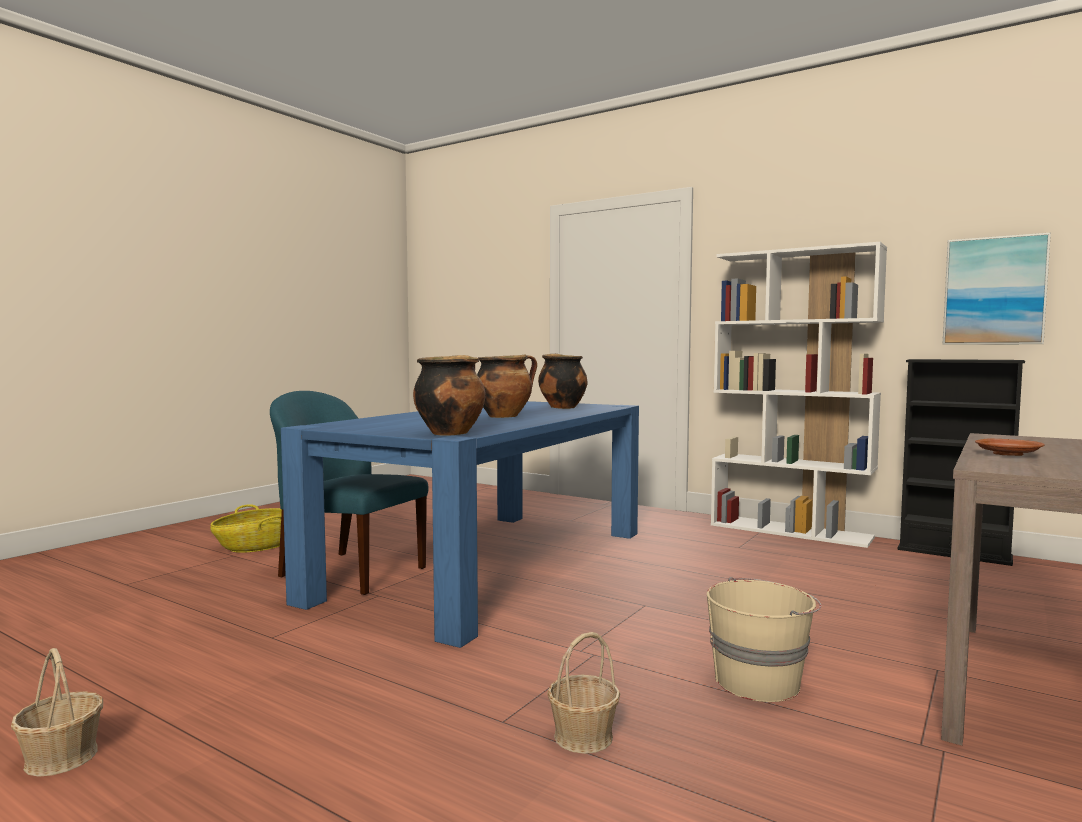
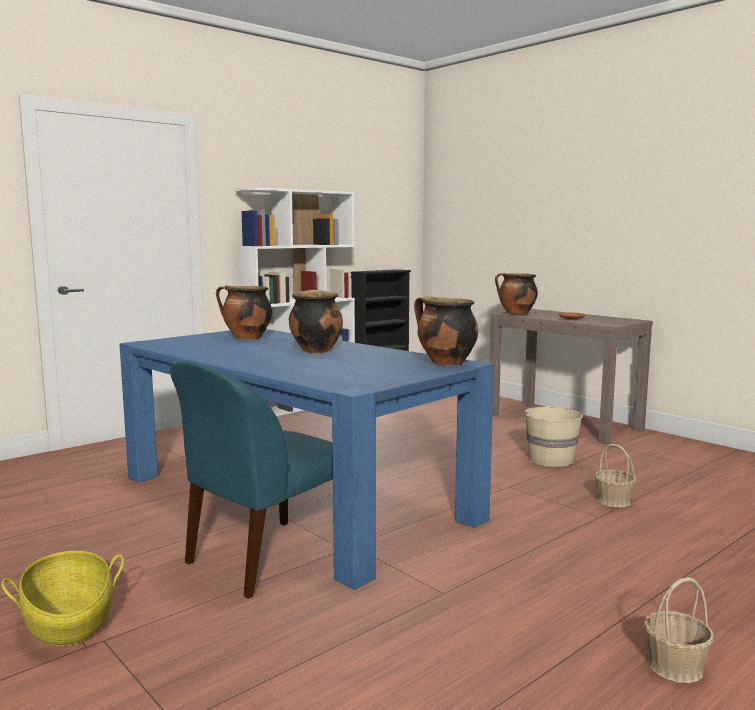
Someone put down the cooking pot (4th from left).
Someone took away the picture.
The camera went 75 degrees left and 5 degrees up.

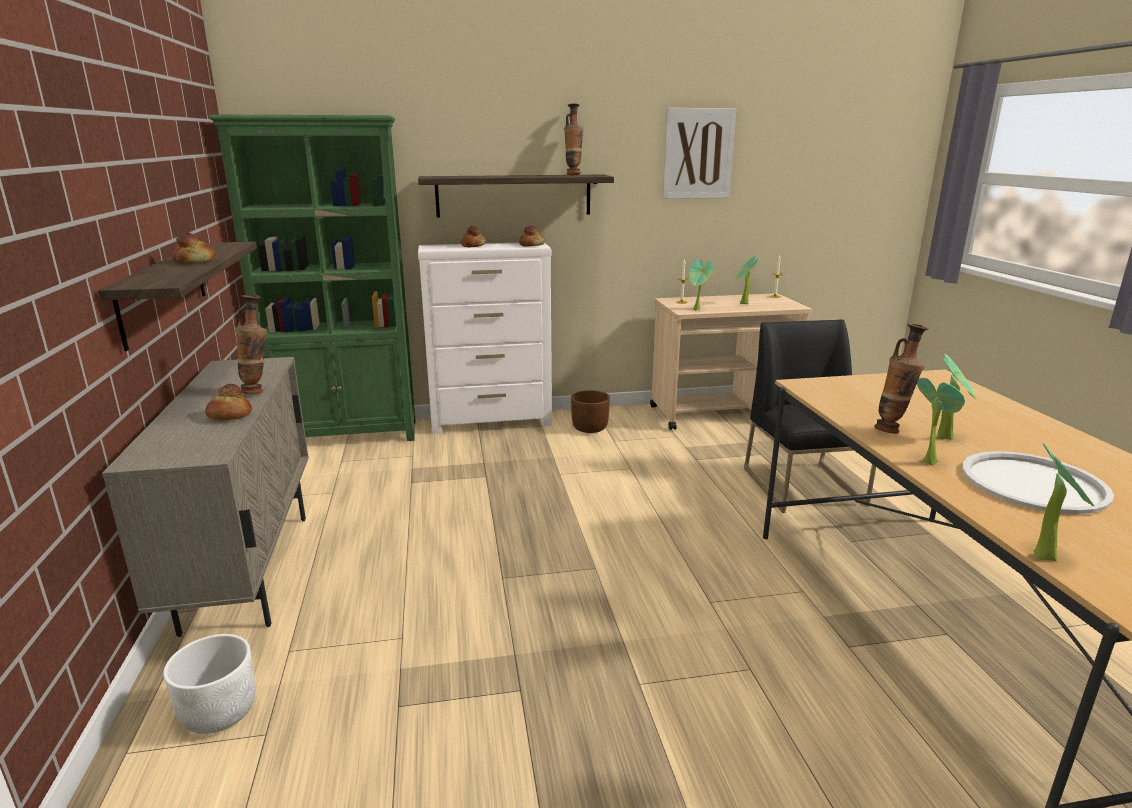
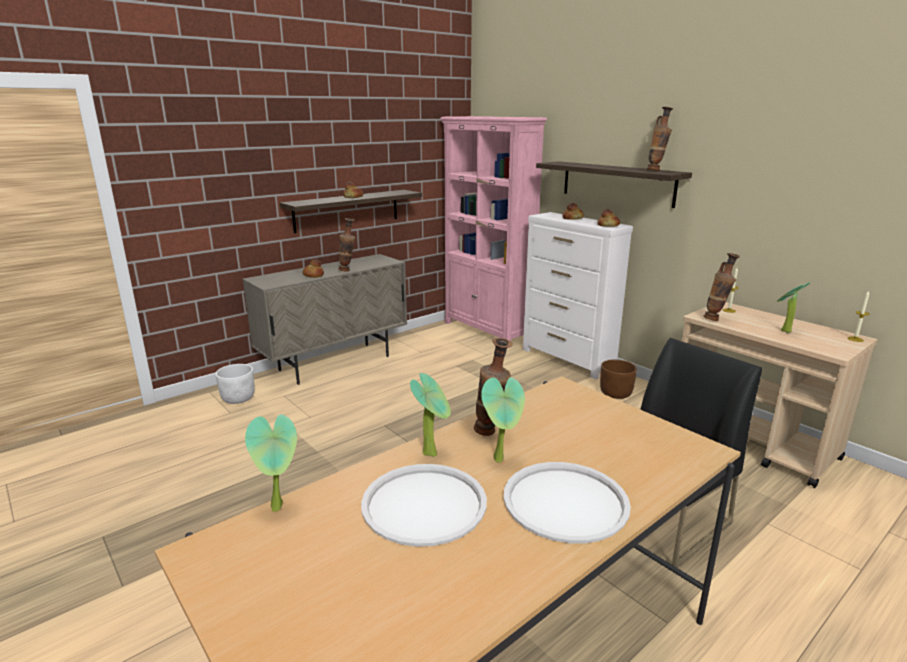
Someone repainted the green bookcase, which became the pink bookcase.
Someone put down the white tray (2nd from left).
Someone swapped the potted plant (1st from left) for the vase (4th from left).
Someone took away the picture.
The camera went 60 degrees right and 0 degrees up.

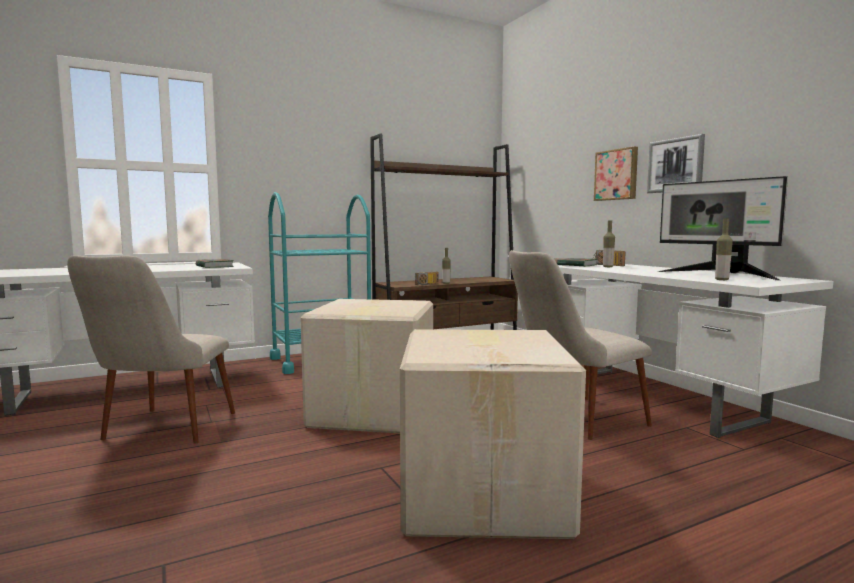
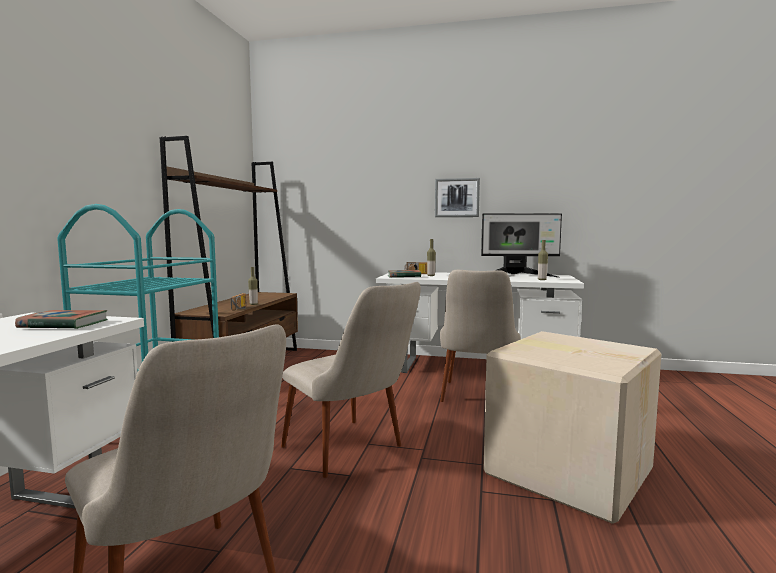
Someone swapped the cardboard box (1st from left) for the beige chair (2nd from left).
Someone took away the picture (1st from left).
The camera went 50 degrees left and 0 degrees up.

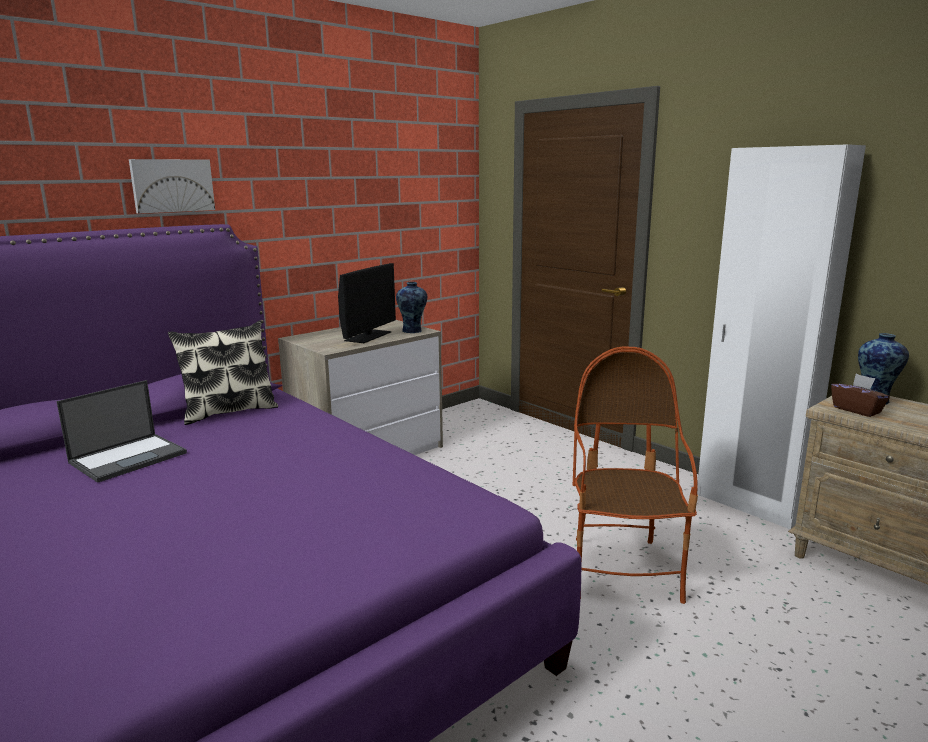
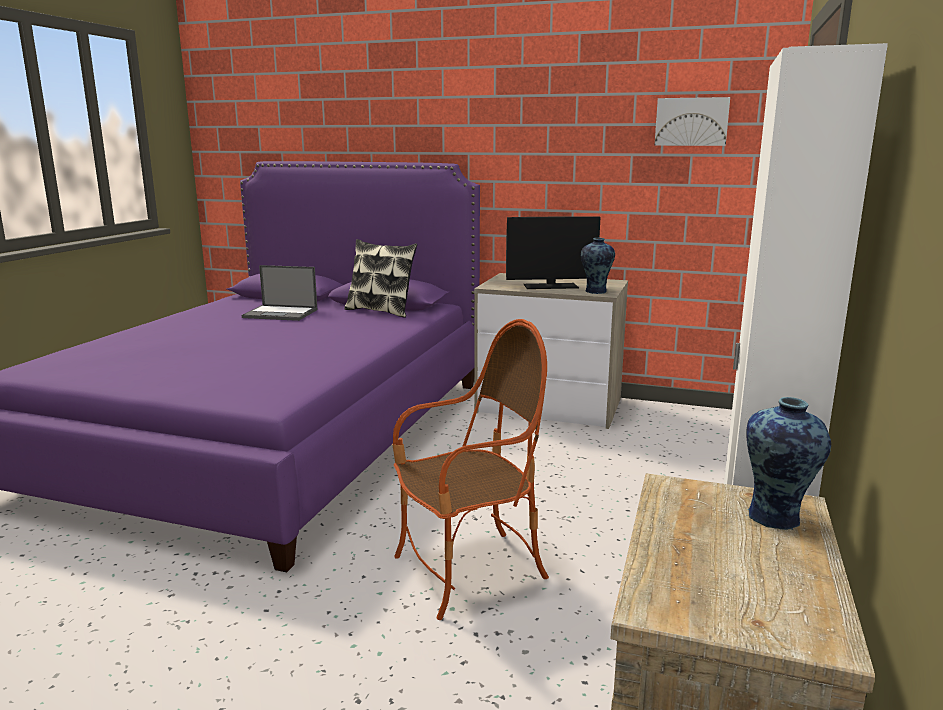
Someone carried the picture.
Someone took away the brown tissue box.
The camera went 60 degrees right and 0 degrees up.

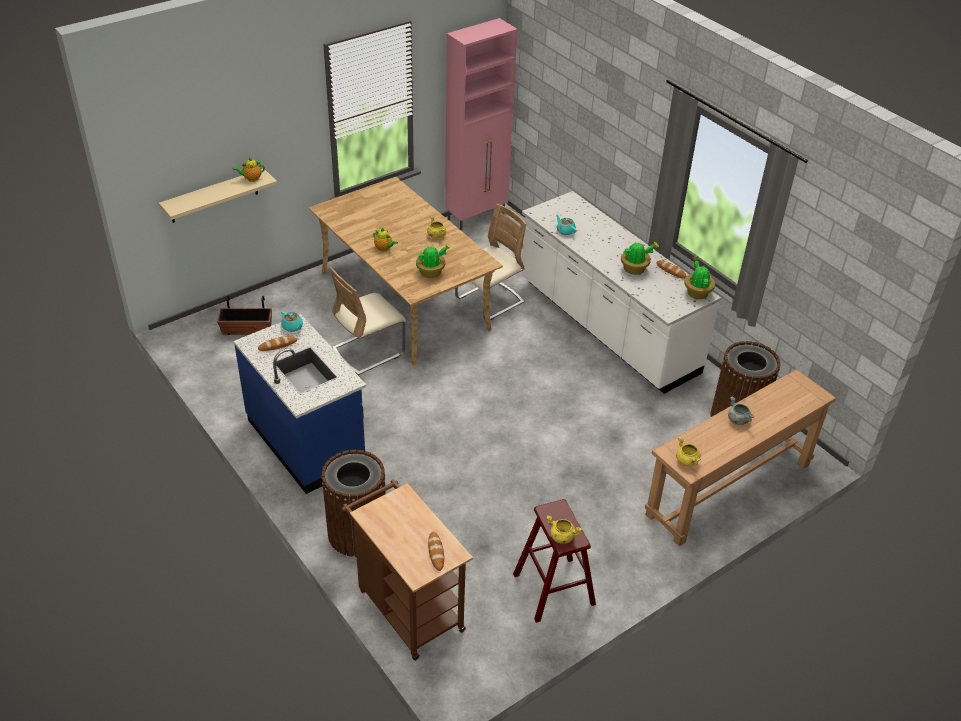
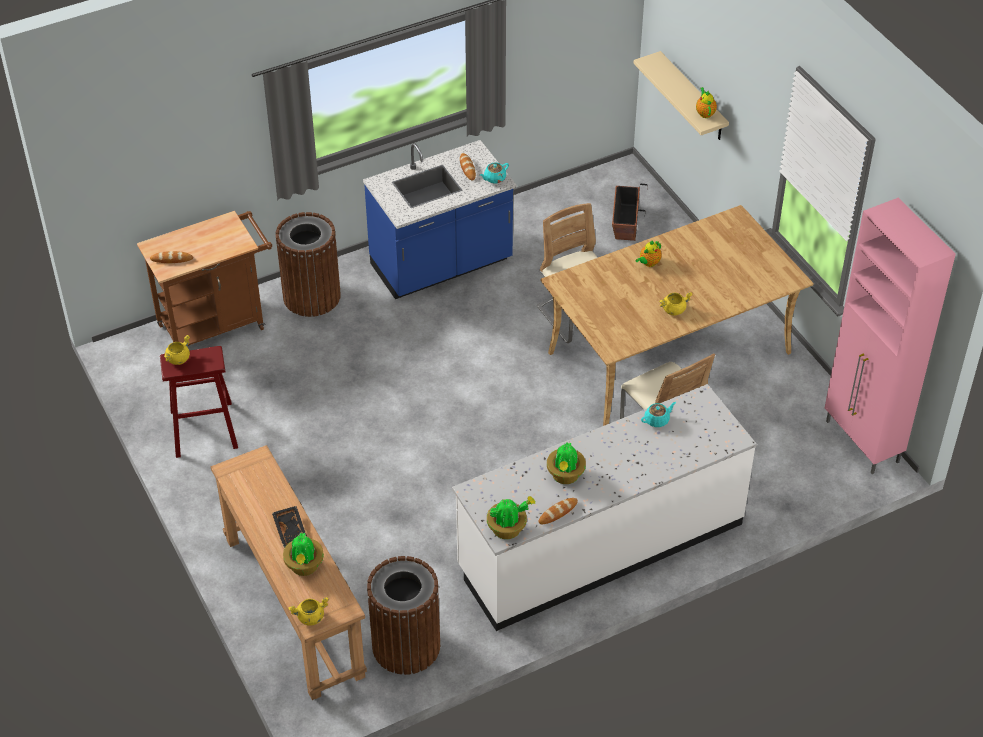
Someone swapped the grey cooking pot for the black tray.
Someone carried the potted plant (1st from left).
Someone carried the yellow cooking pot (3rd from left in the first image).
The camera went 100 degrees right and 5 degrees up.

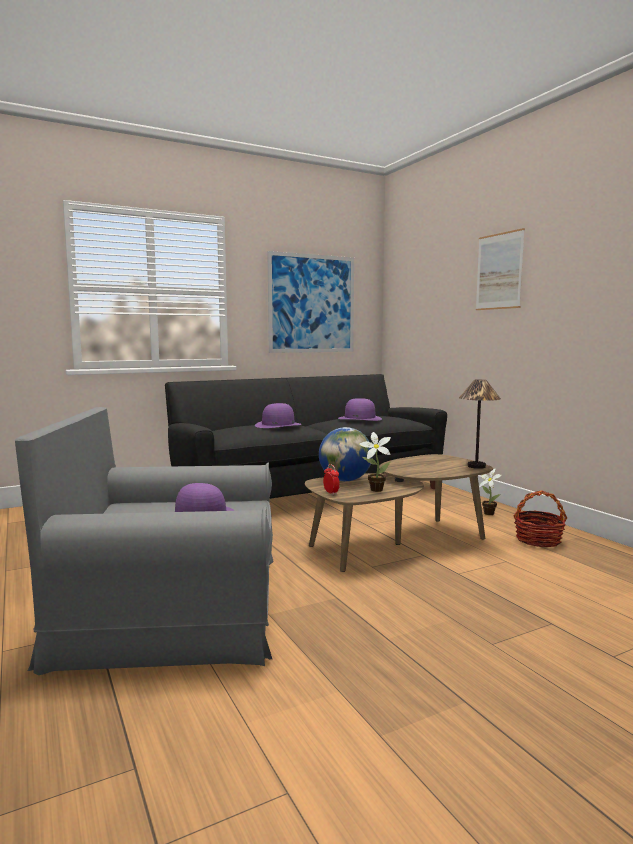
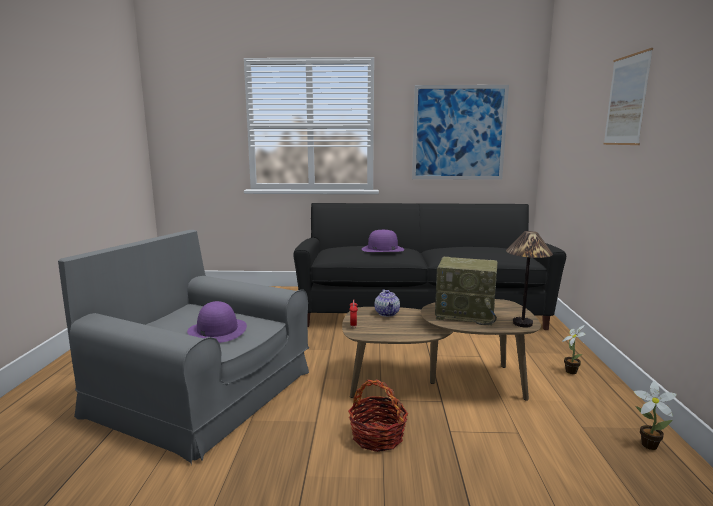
Someone carried the basket.
Someone swapped the globe for the teapot.
Someone put down the radio.
Someone carried the potted plant (1st from left in the first image).
Someone took away the purple hat (3rd from left).
The camera went 30 degrees right and 5 degrees up.

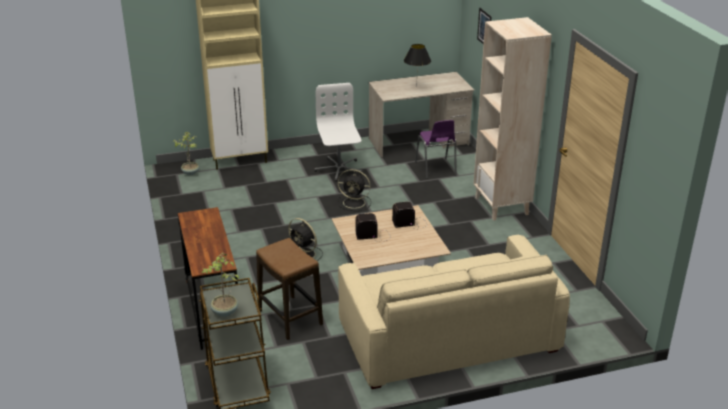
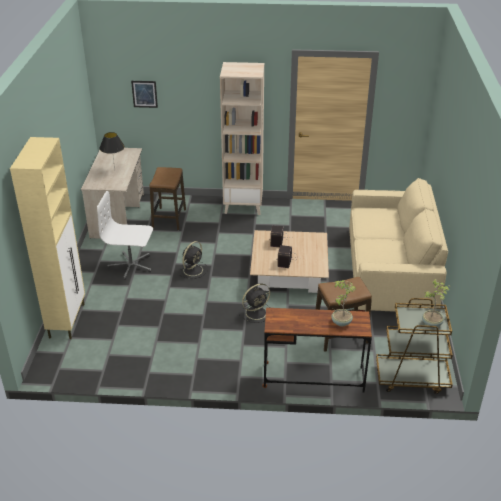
Someone swapped the purple chair for the stool (1st from left).
Someone carried the potted plant (1st from left).
The camera went 70 degrees left and 5 degrees up.

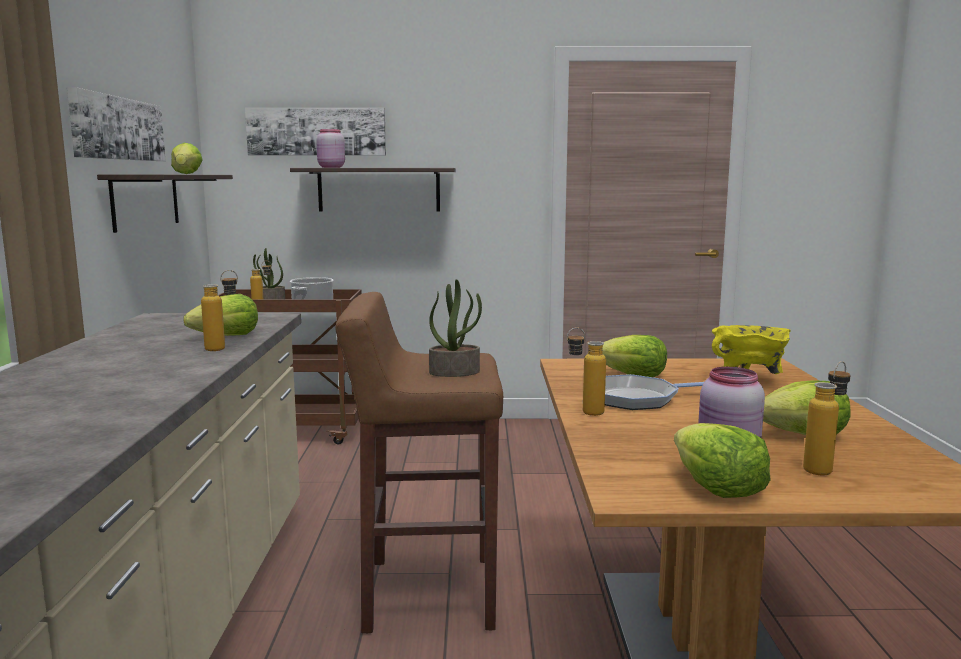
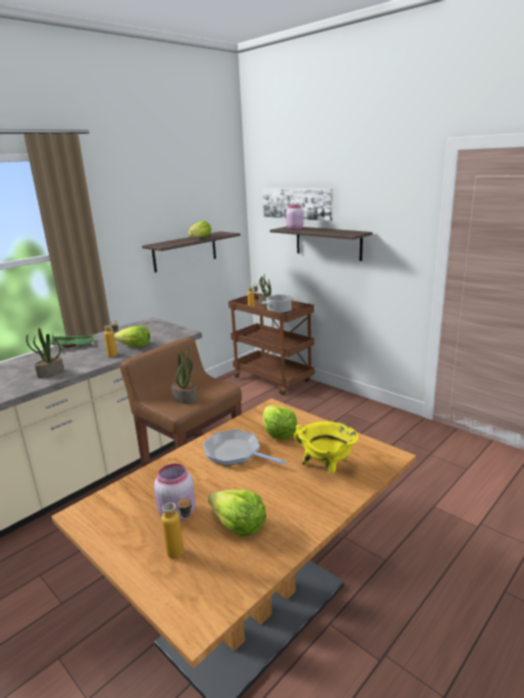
Someone put down the potted plant (1st from left).
Someone put down the green tray.
Someone took away the picture (1st from left).
Someone took away the bottle (3rd from left).
Someone took away the lettuce (4th from left).
The camera went 45 degrees right and 10 degrees up.

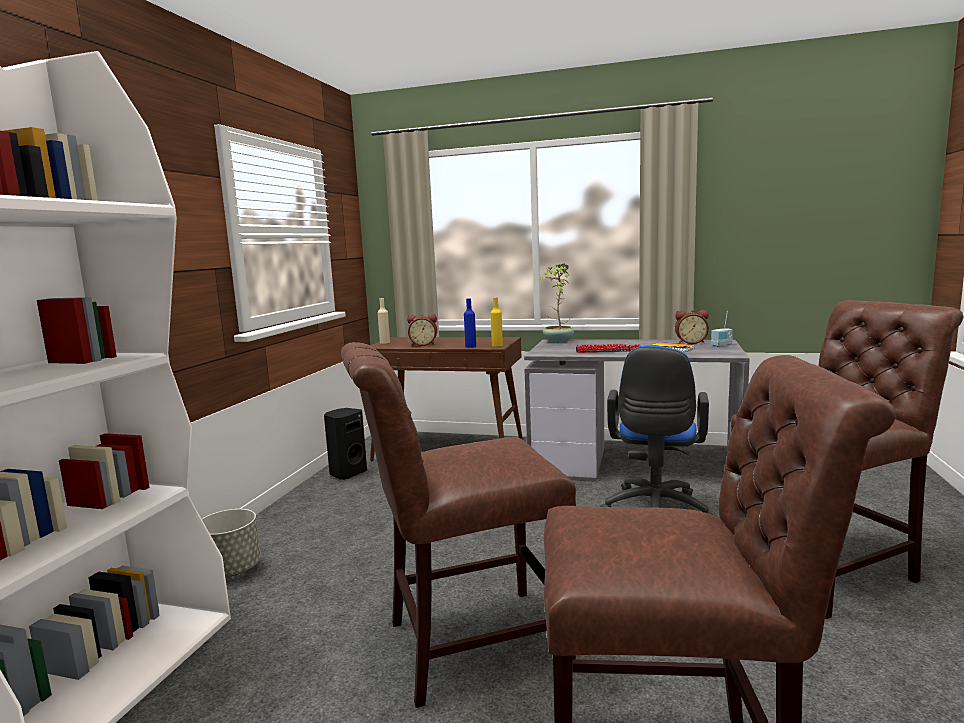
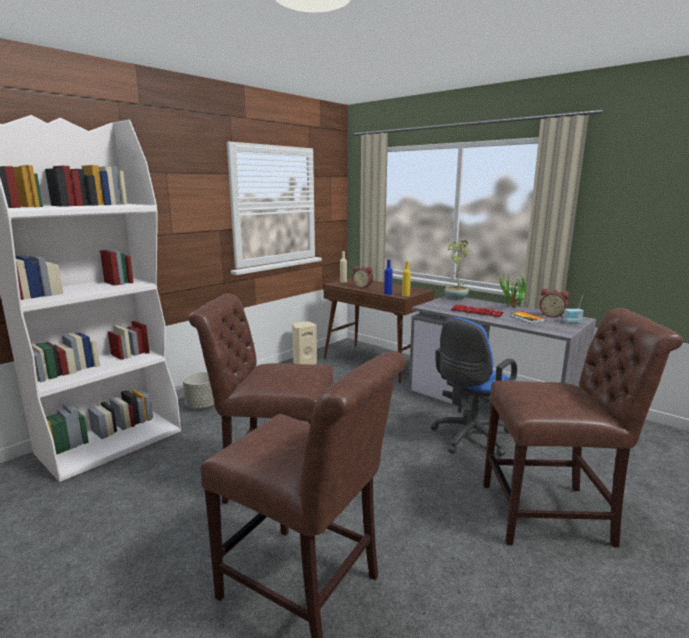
Someone repainted the black speaker, which became the beige speaker.
Someone put down the potted plant (2nd from left).
The camera went 25 degrees right and 5 degrees up.

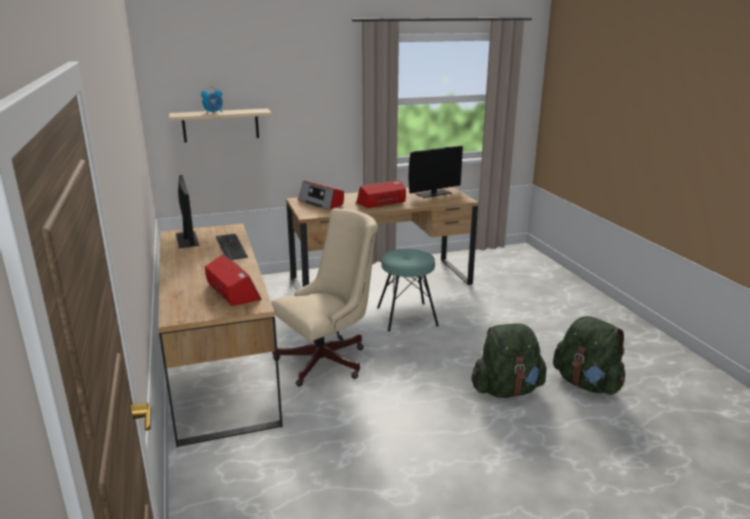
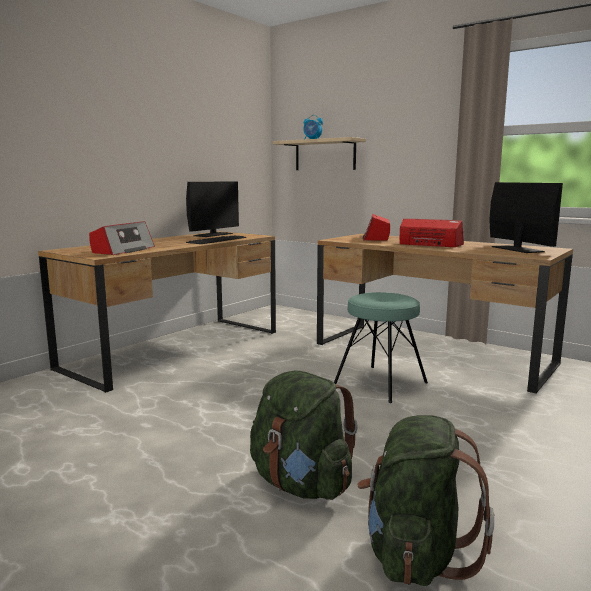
Someone rotated the monitor (2nd from left) by 135 degrees counterclockwise.
Someone took away the beige office chair.
The camera went 55 degrees right and 10 degrees down.

